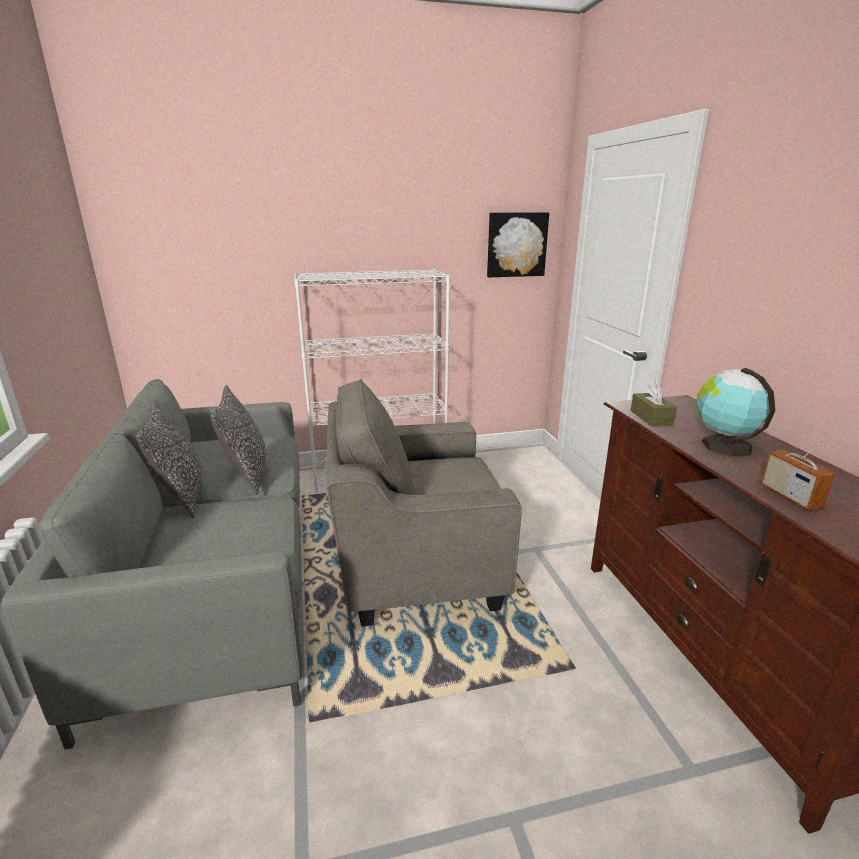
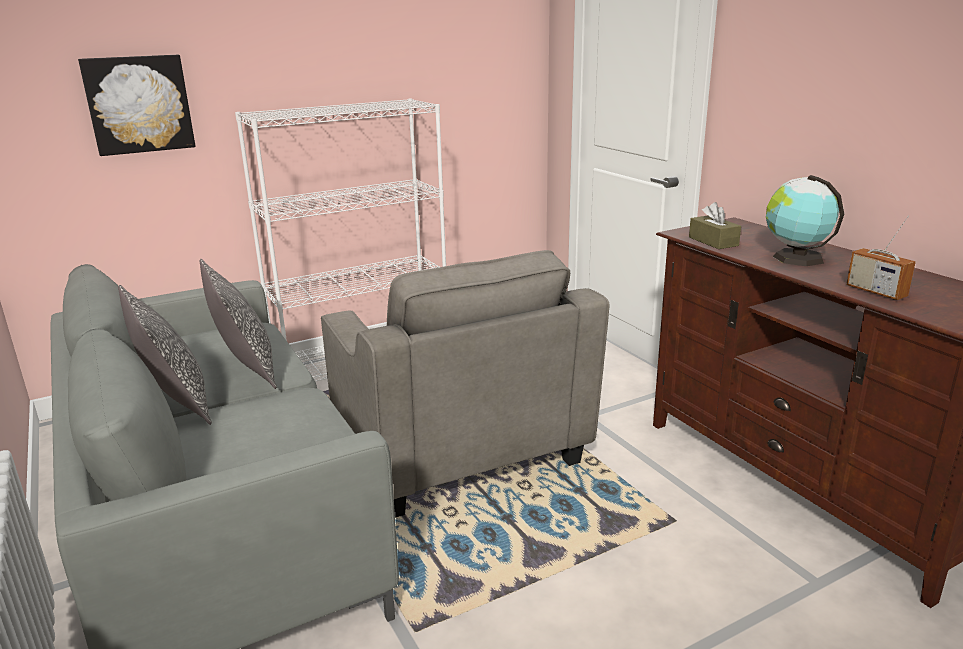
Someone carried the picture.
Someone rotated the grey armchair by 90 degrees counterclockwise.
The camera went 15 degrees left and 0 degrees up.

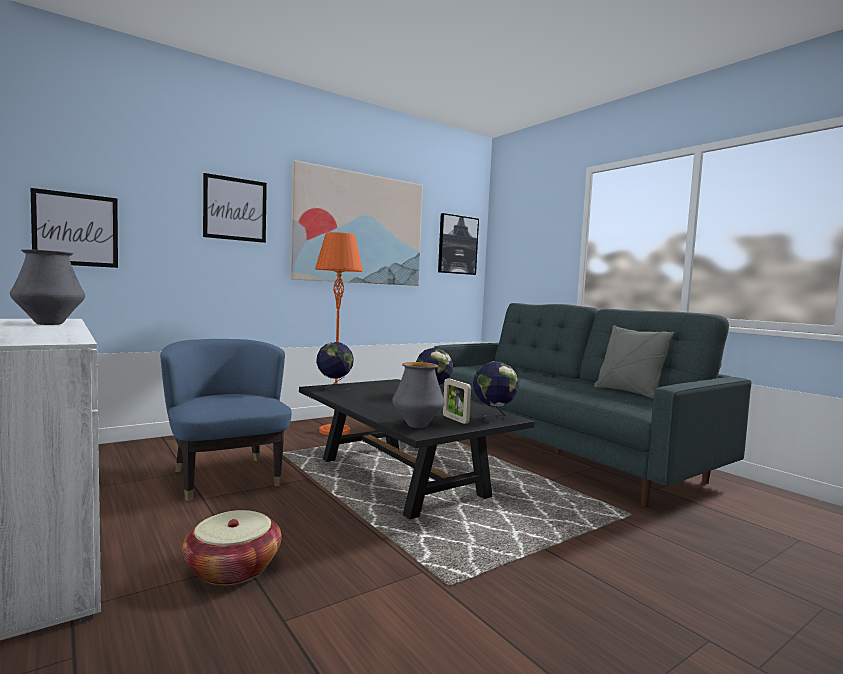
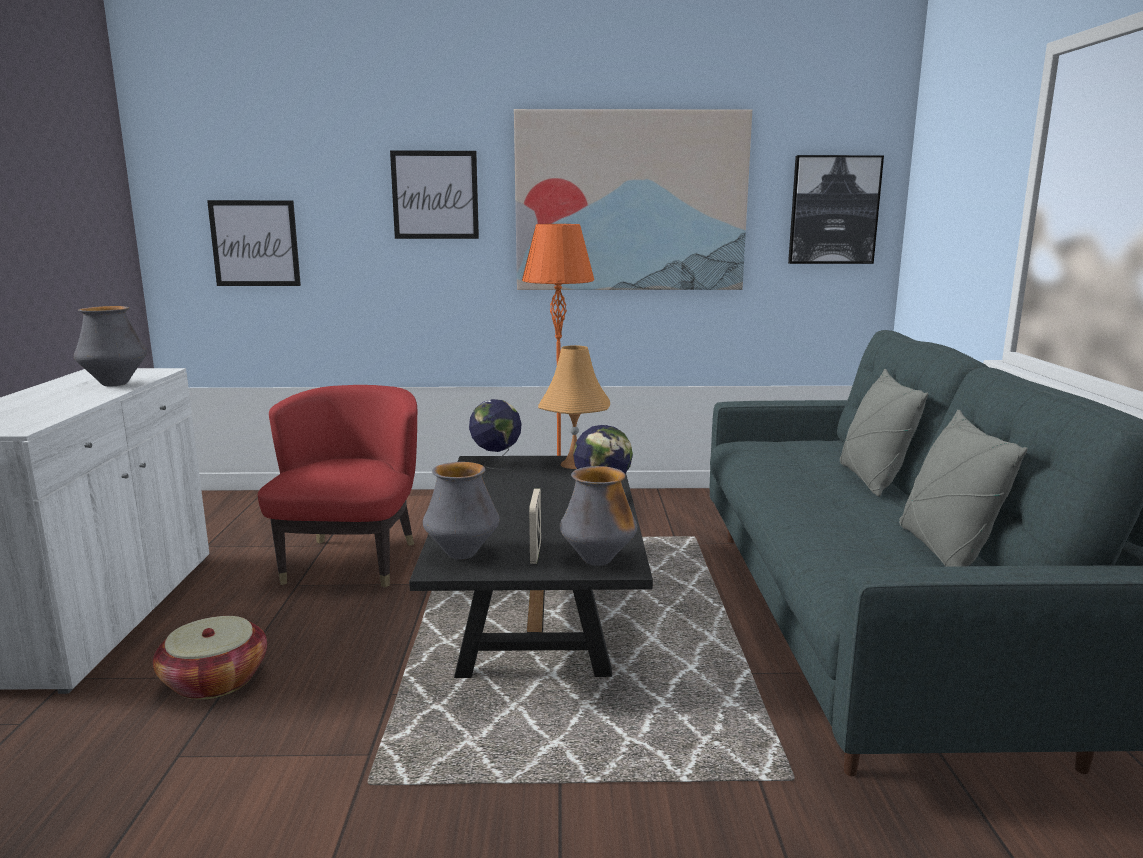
Someone repainted the blue armchair, which became the red armchair.
Someone put down the orange table lamp.
Someone swapped the globe (3rd from left) for the vase (3rd from left).
Someone put down the grey pillow (1st from left).
The camera went 35 degrees right and 10 degrees up.

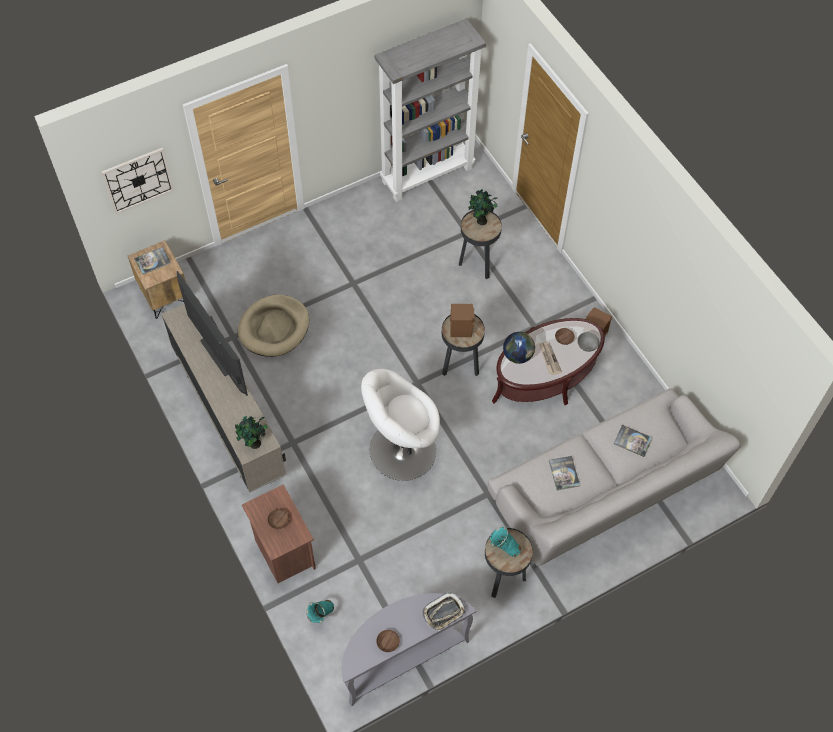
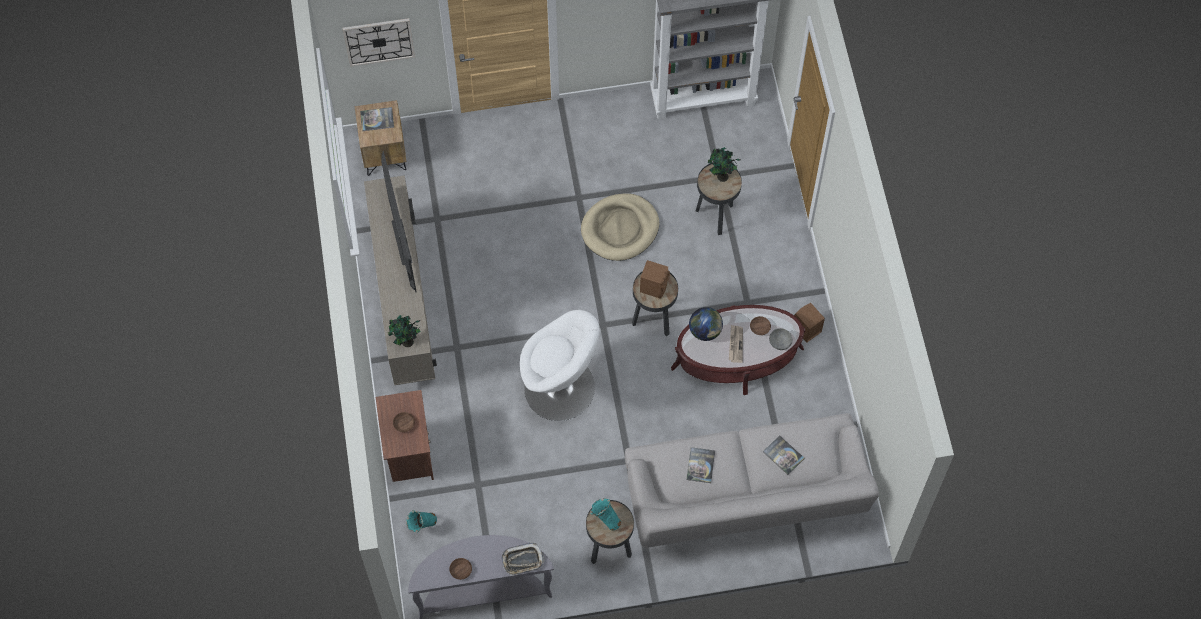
Someone rotated the white armchair by 150 degrees counterclockwise.
Someone carried the beige dog bed.
The camera went 20 degrees right and 5 degrees up.

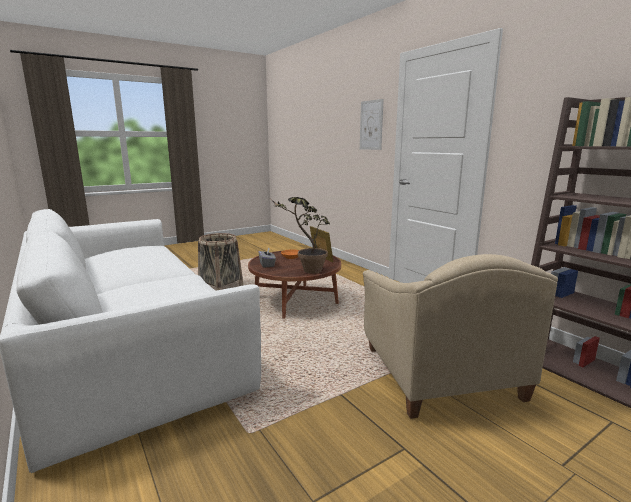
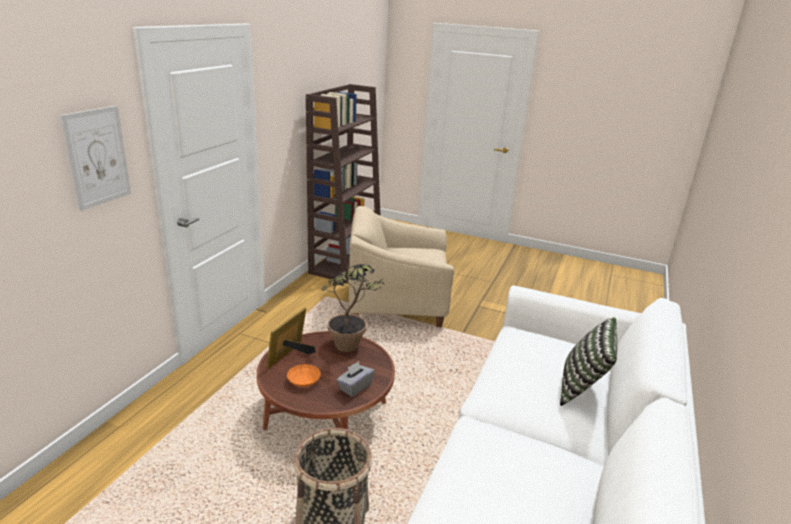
Someone rotated the beige armchair by 135 degrees counterclockwise.
Someone put down the pillow.
The camera went 125 degrees left and 10 degrees up.

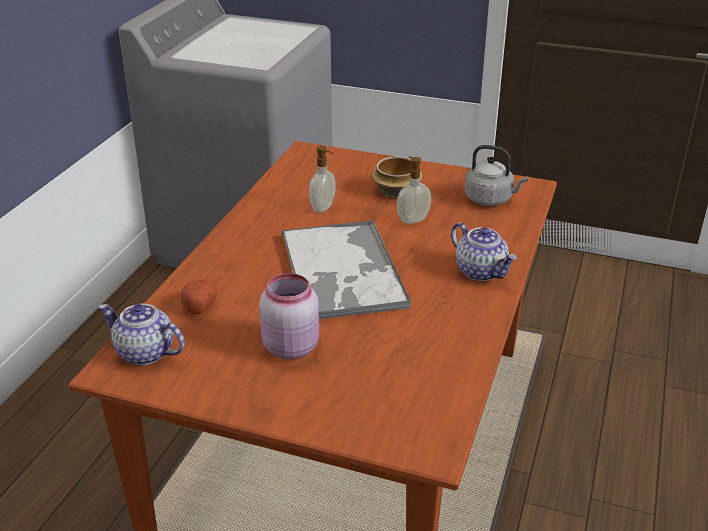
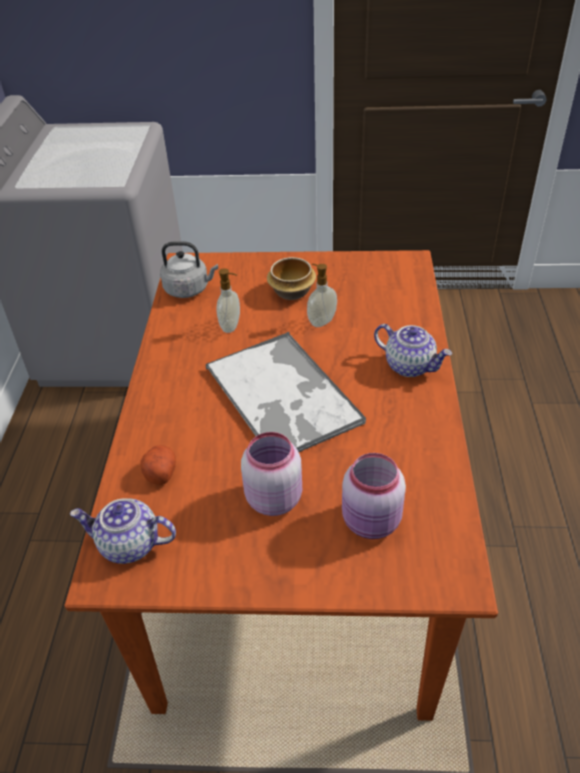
Someone carried the grey kettle.
Someone put down the pink jar (2nd from left).
The camera went 15 degrees left and 10 degrees up.

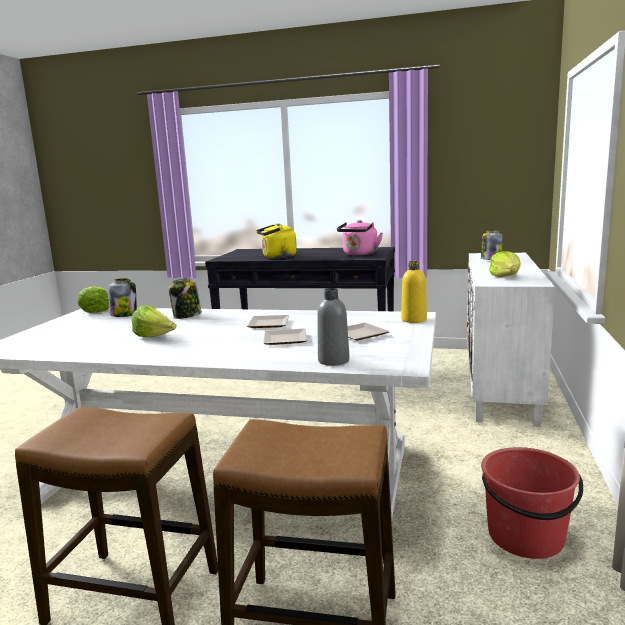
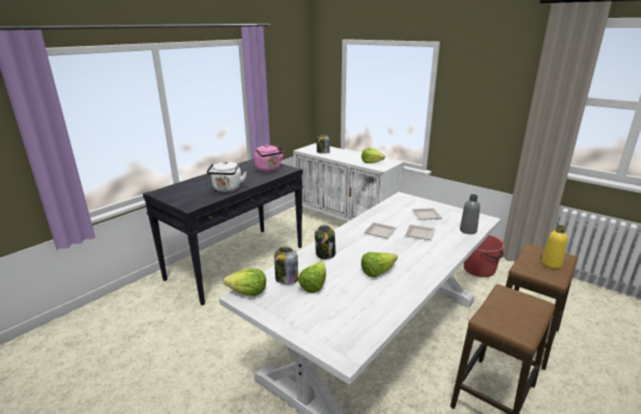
Someone repainted the yellow kettle, which became the white kettle.
Someone put down the lettuce (2nd from left).
Someone carried the yellow bottle.
The camera went 65 degrees left and 10 degrees up.

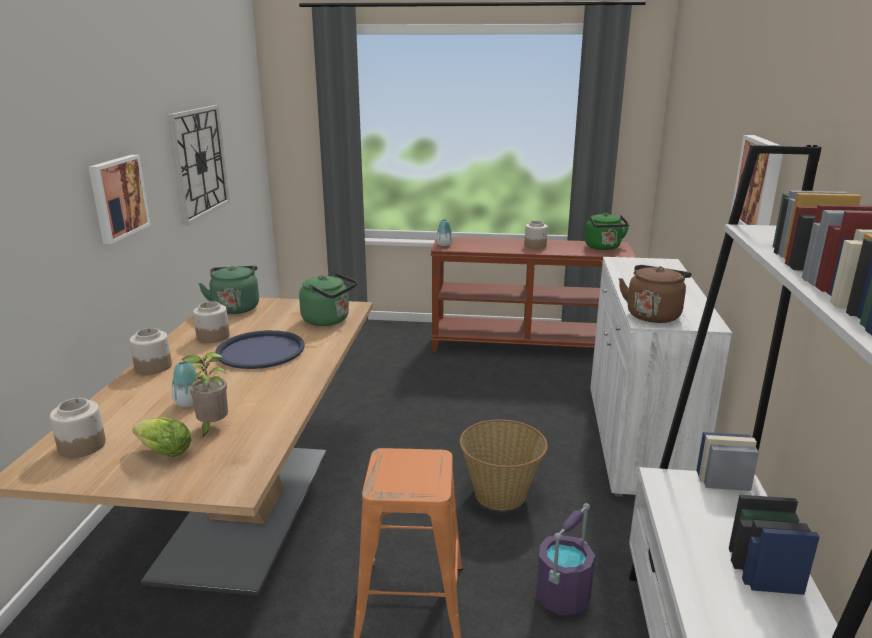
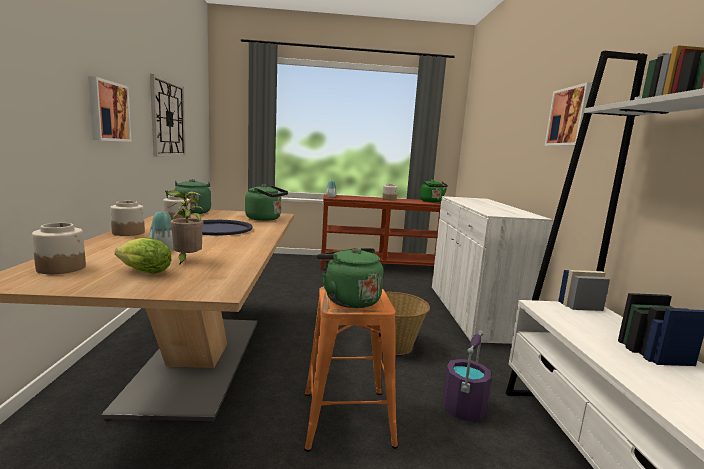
Someone put down the green kettle (3rd from left).
Someone took away the brown kettle.
The camera went 10 degrees left and 10 degrees down.

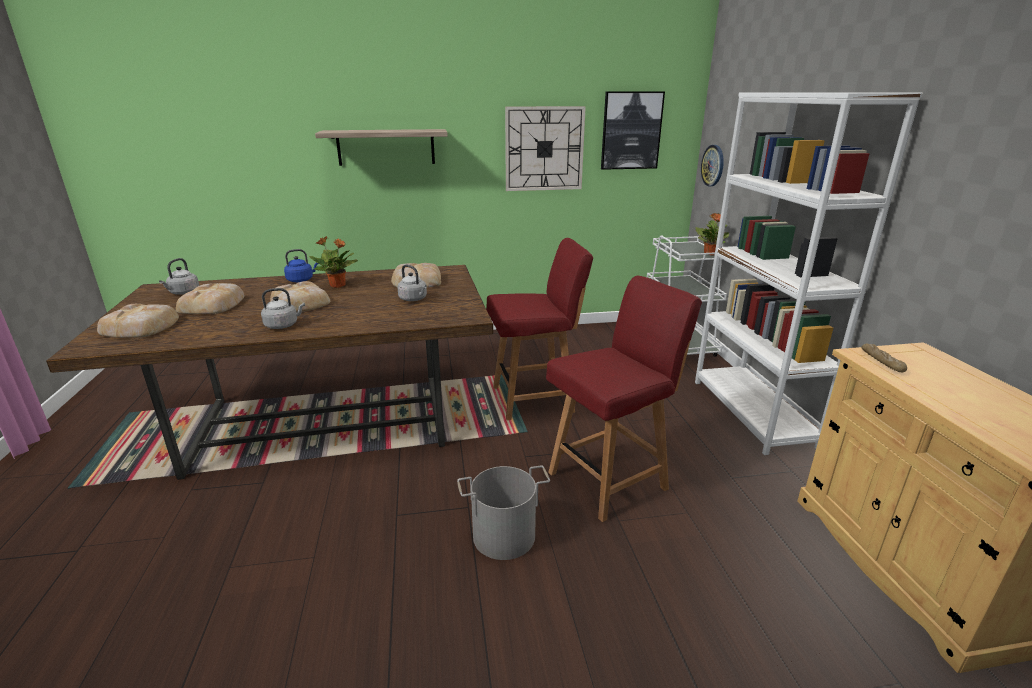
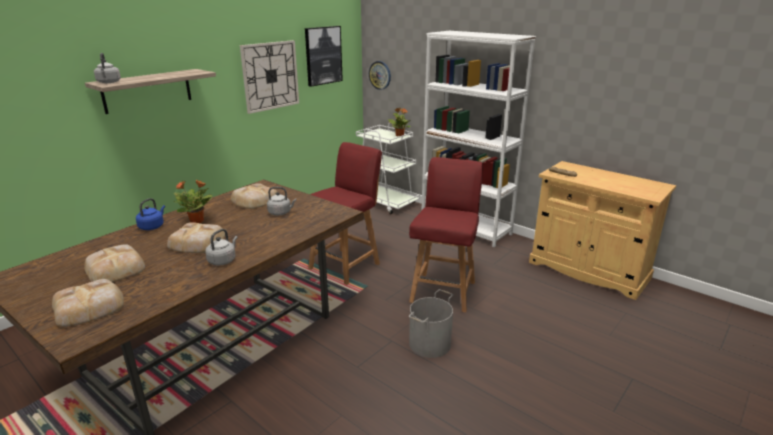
Someone carried the grey kettle (1st from left).
The camera went 40 degrees left and 0 degrees up.

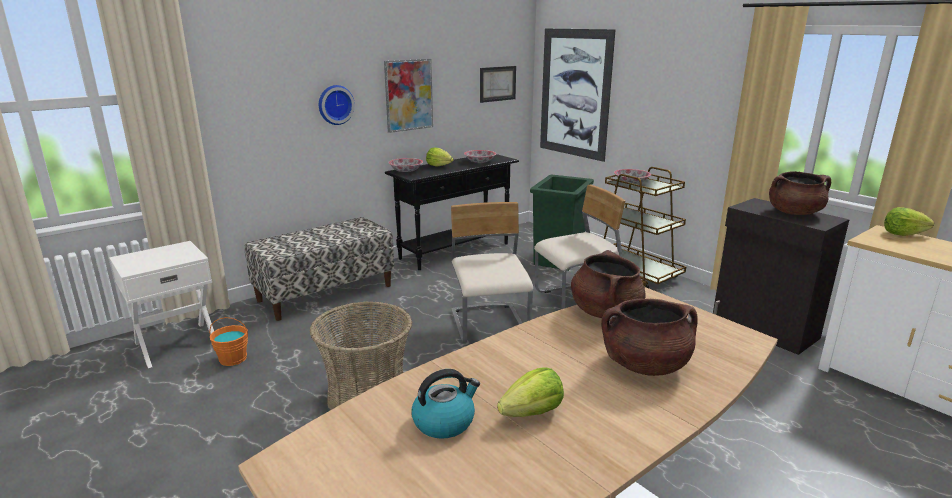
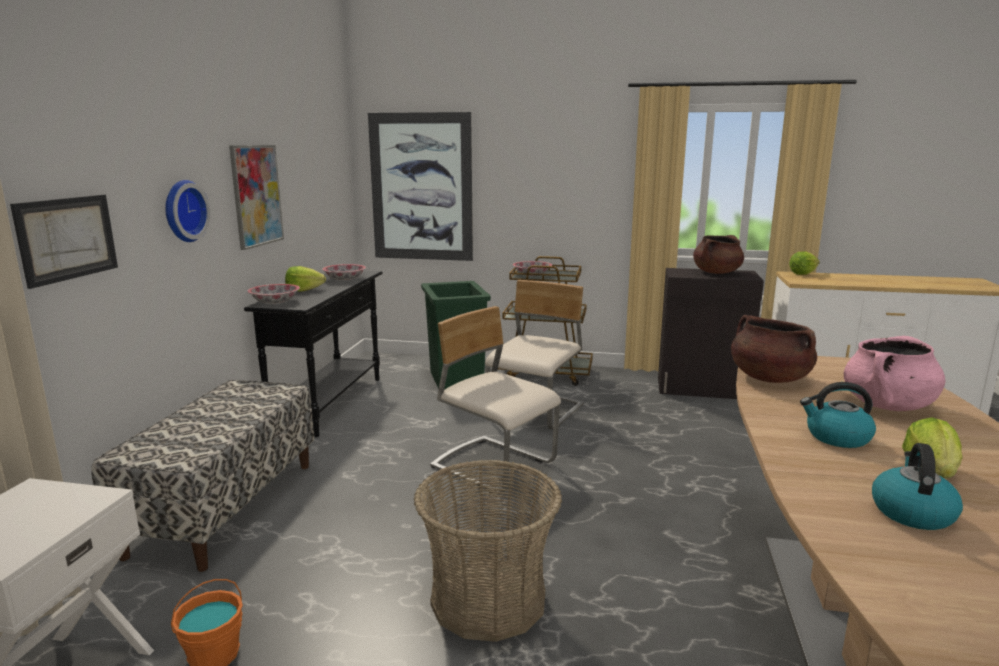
Someone carried the picture (2nd from left in the first image).
Someone put down the kettle (1st from left).
Someone repainted the brown cooking pot (2nd from left), which became the pink cooking pot.
The camera went 40 degrees left and 5 degrees down.

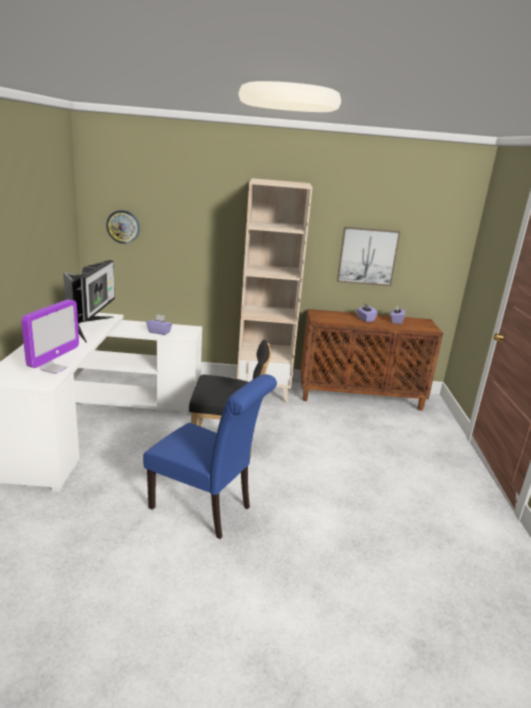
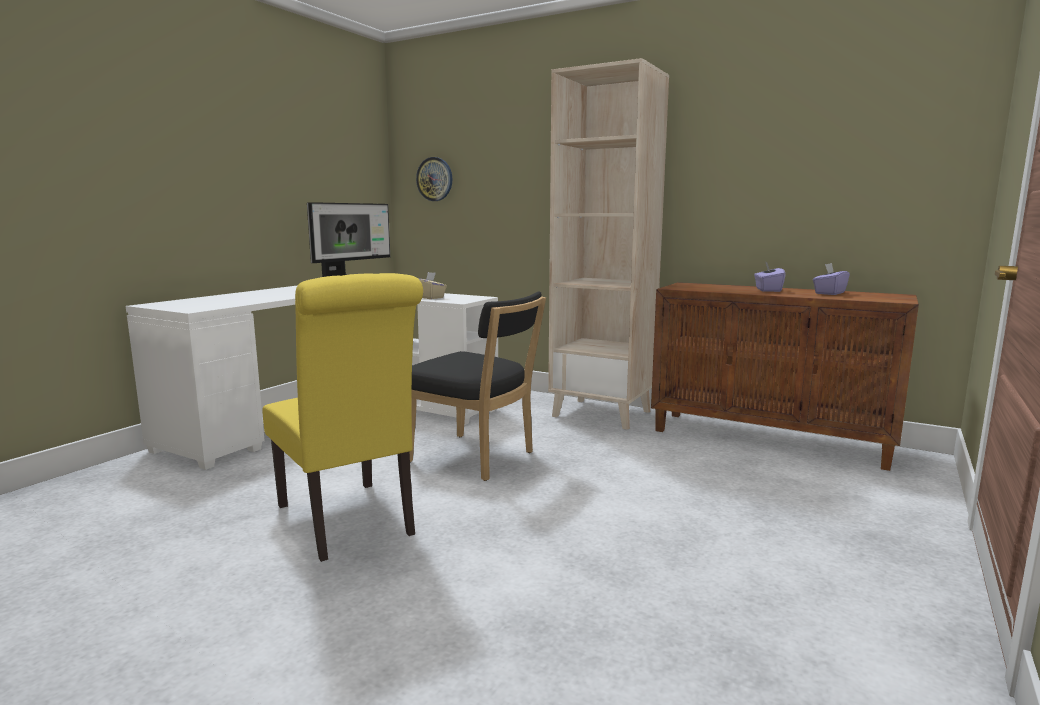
Someone repainted the blue chair, which became the yellow chair.
Someone repainted the purple tissue box (1st from left), which became the beige tissue box.
Someone took away the monitor (1st from left).
Someone took away the picture.
The camera went 30 degrees right and 10 degrees down.

